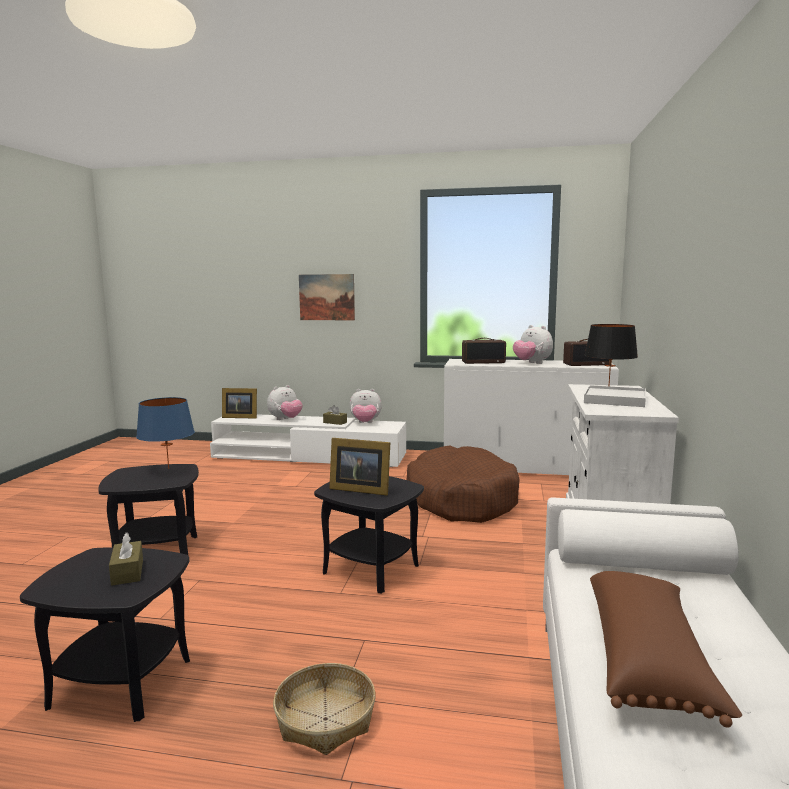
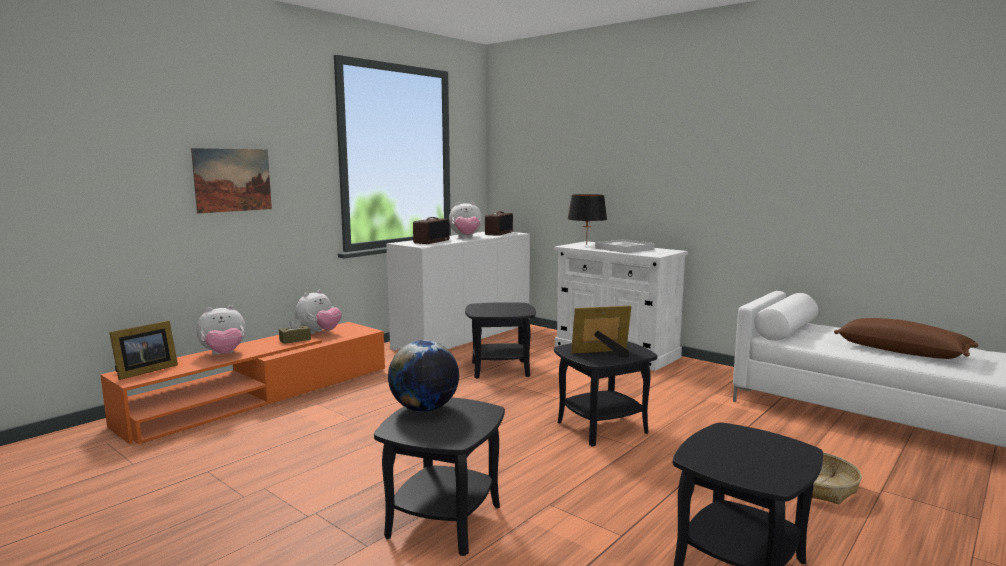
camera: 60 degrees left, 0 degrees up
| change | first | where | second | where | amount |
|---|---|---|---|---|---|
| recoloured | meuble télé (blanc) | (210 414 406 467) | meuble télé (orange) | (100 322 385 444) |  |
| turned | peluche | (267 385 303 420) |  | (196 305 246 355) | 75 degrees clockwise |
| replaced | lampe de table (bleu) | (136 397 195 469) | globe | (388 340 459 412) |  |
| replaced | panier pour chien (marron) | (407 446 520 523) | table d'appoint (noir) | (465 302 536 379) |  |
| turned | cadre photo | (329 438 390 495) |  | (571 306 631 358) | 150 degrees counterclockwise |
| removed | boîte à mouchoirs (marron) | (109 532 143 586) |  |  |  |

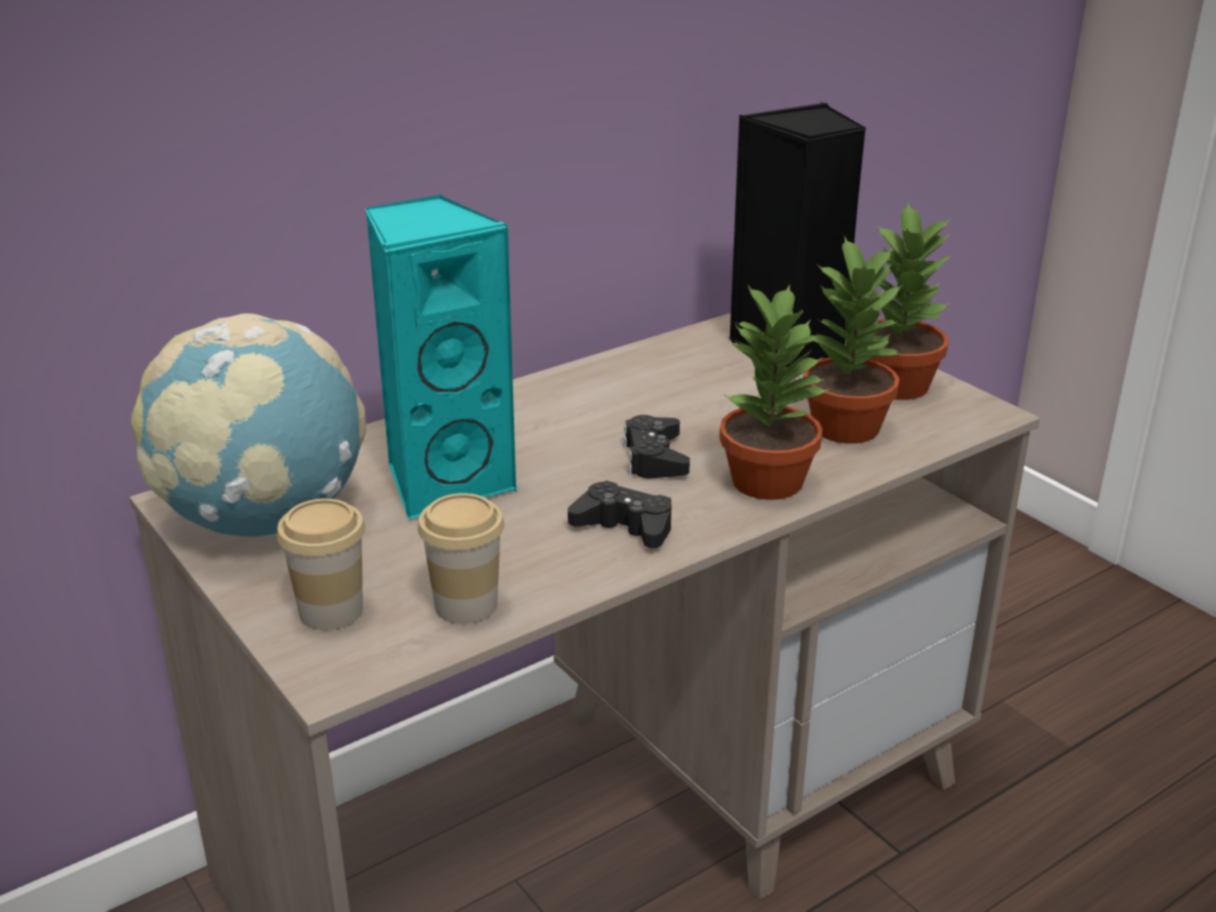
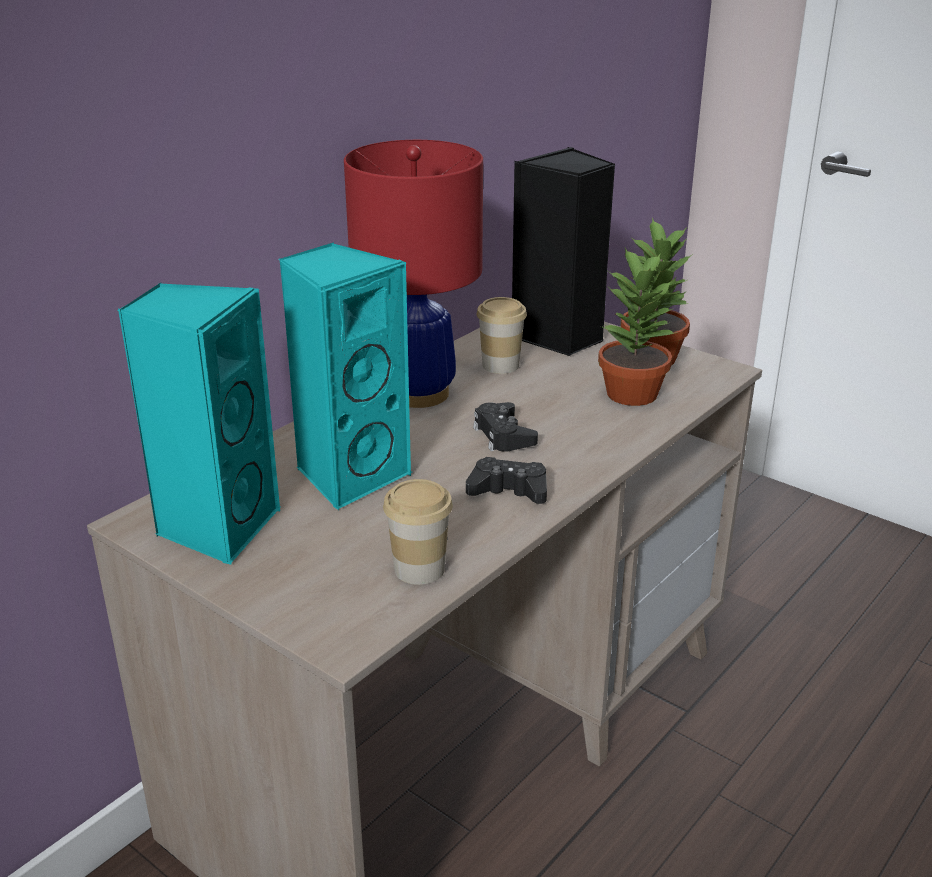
camera: 15 degrees left, 0 degrees up
| change | first | where | second | where | amount |
|---|---|---|---|---|---|
| replaced | globe | (131 313 366 537) | enceinte (turquoise) | (117 283 280 565) |  |
| added |  |  | lampe de table (rouge) | (344 140 483 408) |  |
| moved | tasse | (277 498 365 630) |  | (477 297 527 374) |  |
| removed | plante en pot | (719 284 830 500) |  |  |  |

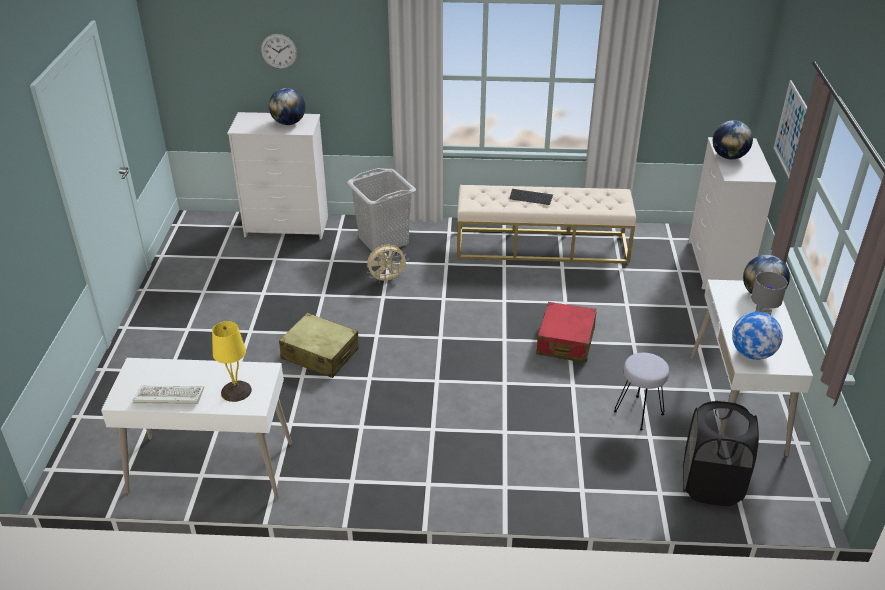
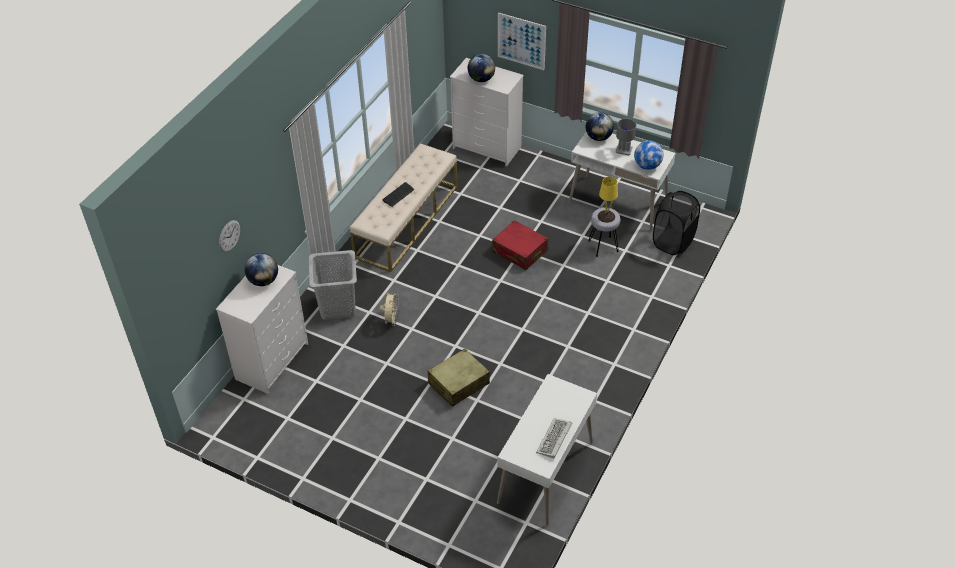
camera: 65 degrees left, 10 degrees up
| change | first | where | second | where | amount |
|---|---|---|---|---|---|
| moved | lampe de table (jaune) | (212 321 252 402) |  | (598 177 618 223) |  |

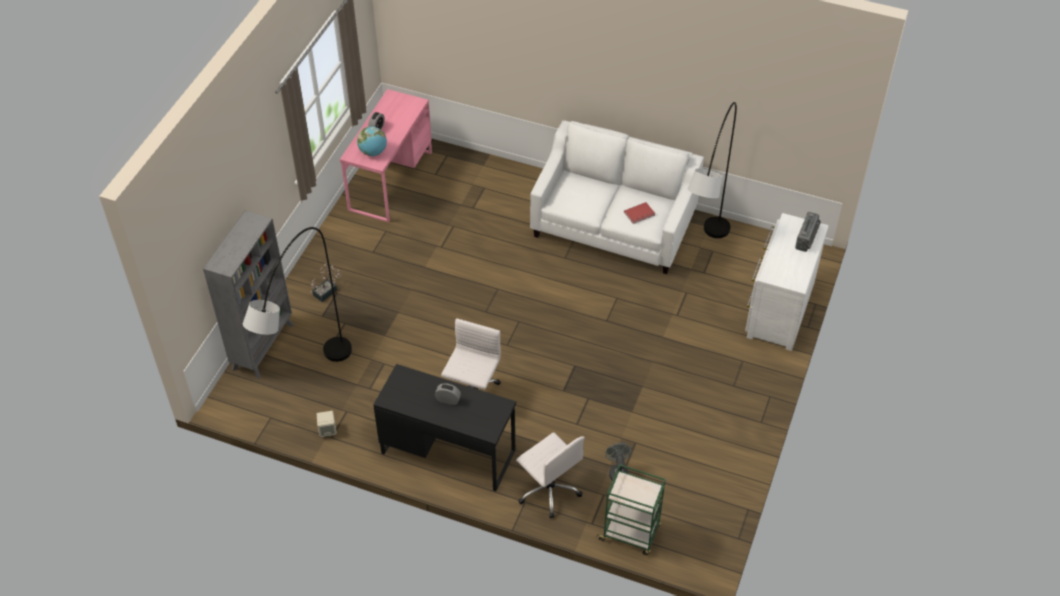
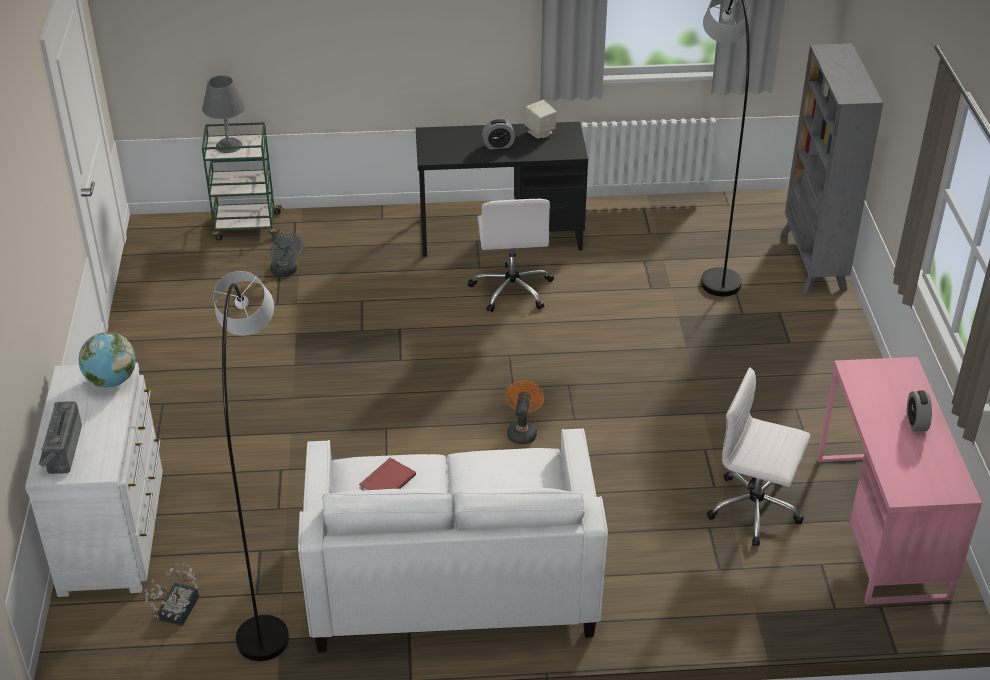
camera: 155 degrees right, 10 degrees down
| change | first | where | second | where | amount |
|---|---|---|---|---|---|
| moved | globe | (357 126 387 156) |  | (78 332 136 388) |  |
| moved | plante en pot | (310 263 341 302) |  | (144 564 199 626) |  |
| added |  |  | lampe de table (gris) | (202 75 245 153) |  |
| added |  |  | ventilateur (orange) | (505 380 544 444) |  |
| moved | enceinte (beige) | (317 411 337 437) |  | (524 100 557 139) |  |
| moved | chaise de bureau (blanc) | (516 432 585 518) |  | (707 367 810 547) |  |

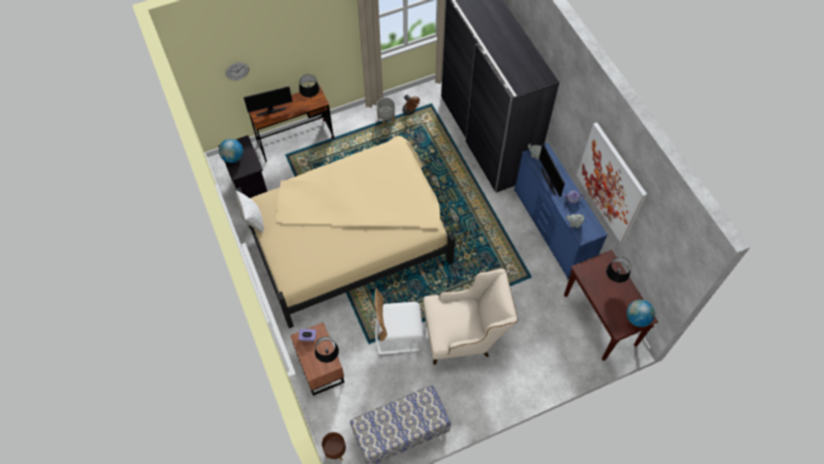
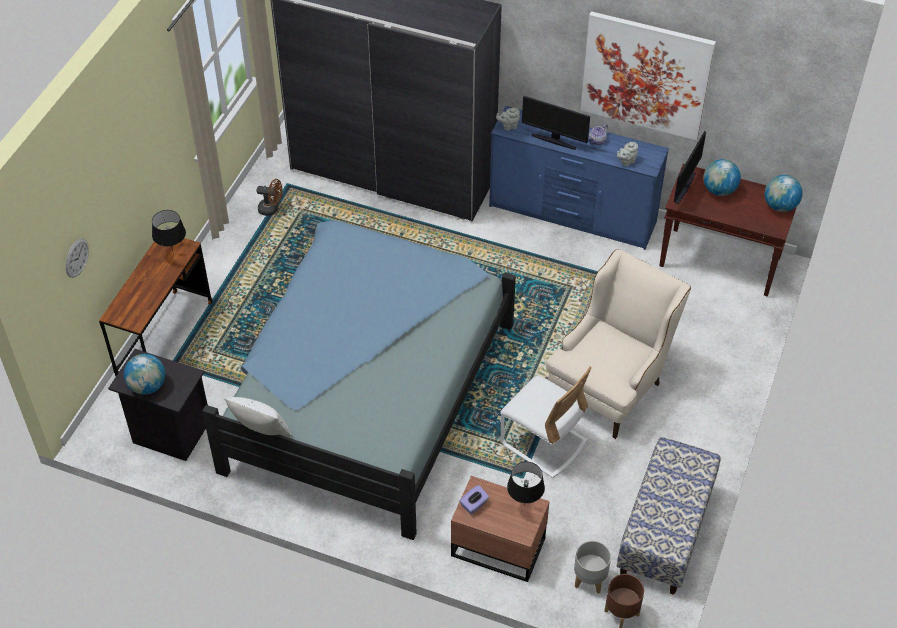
camera: 45 degrees left, 10 degrees down
| change | first | where | second | where | amount |
|---|---|---|---|---|---|
| recoloured | lit (beige) | (236 136 455 328) | lit (bleu) | (202 220 516 540) |  |
| turned | chaise (blanc) | (375 288 424 355) |  | (500 367 592 478) | 90 degrees counterclockwise |
| moved | cache-pot (gris) | (377 97 395 126) |  | (574 541 611 594) |  |
| moved | écran d'ordinateur | (244 86 293 116) |  | (674 131 706 204) |  |
| replaced | lampe de table (noir) | (606 257 631 283) | globe | (703 159 741 196) |  |

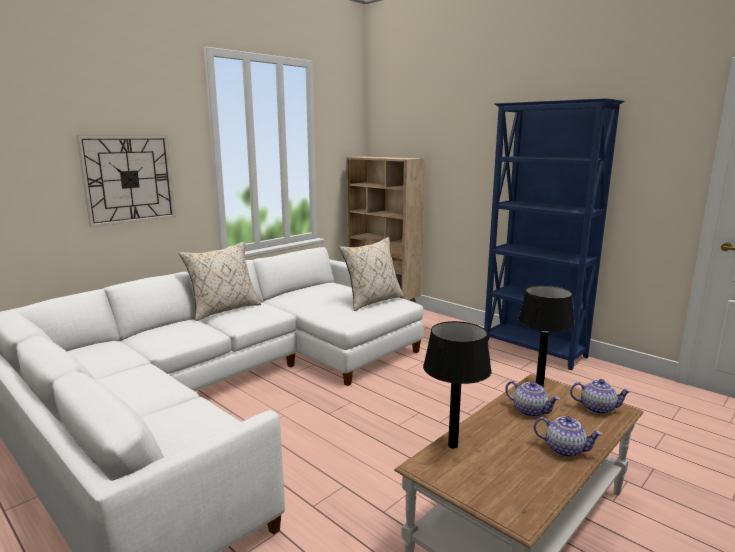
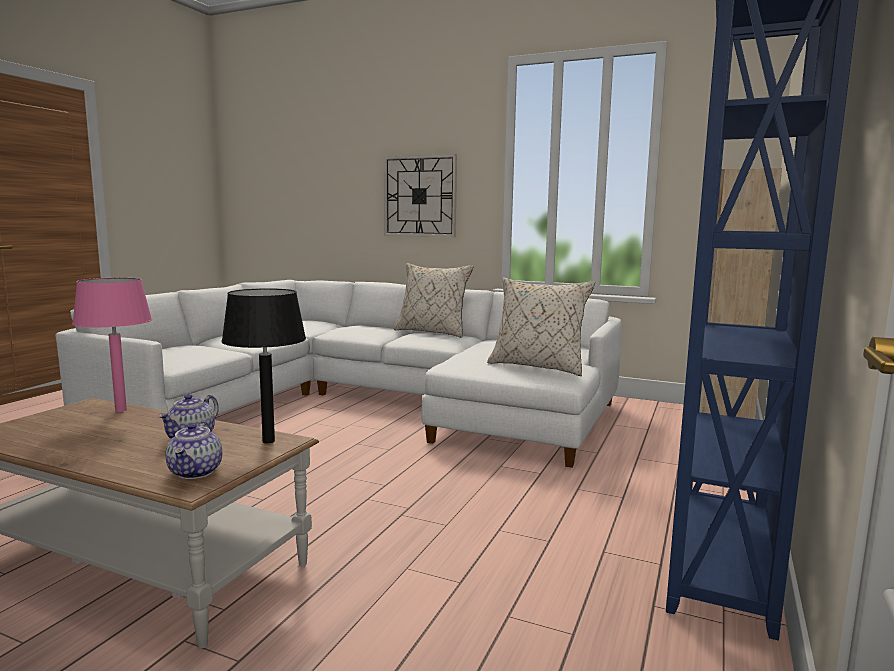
camera: 70 degrees right, 5 degrees down
| change | first | where | second | where | amount |
|---|---|---|---|---|---|
| recoloured | lampe de table (noir) | (423 321 492 449) | lampe de table (rose) | (72 278 152 412) |  |
| removed | théière | (534 416 603 457) |  |  |  |

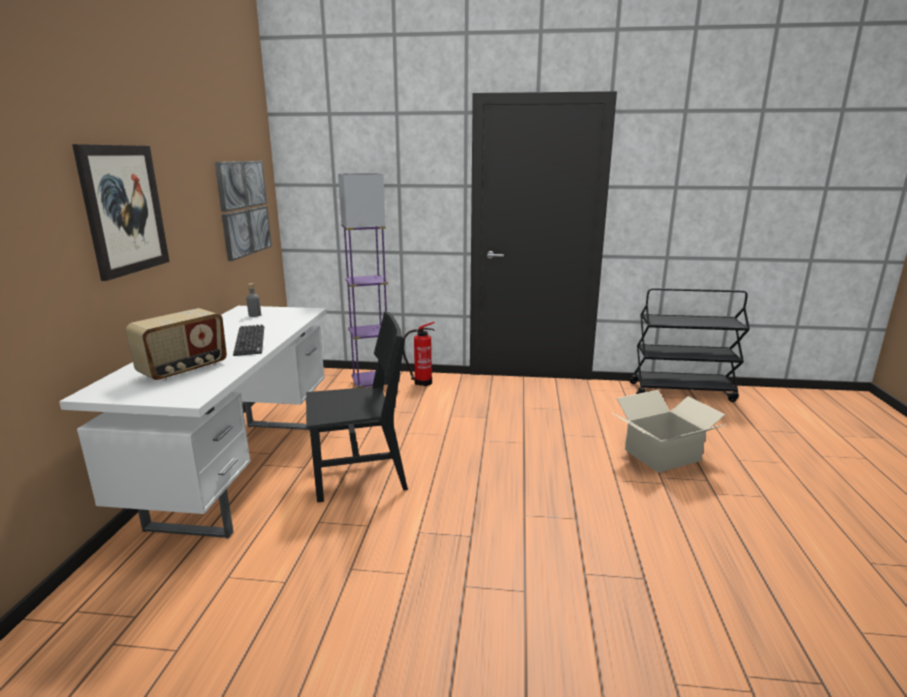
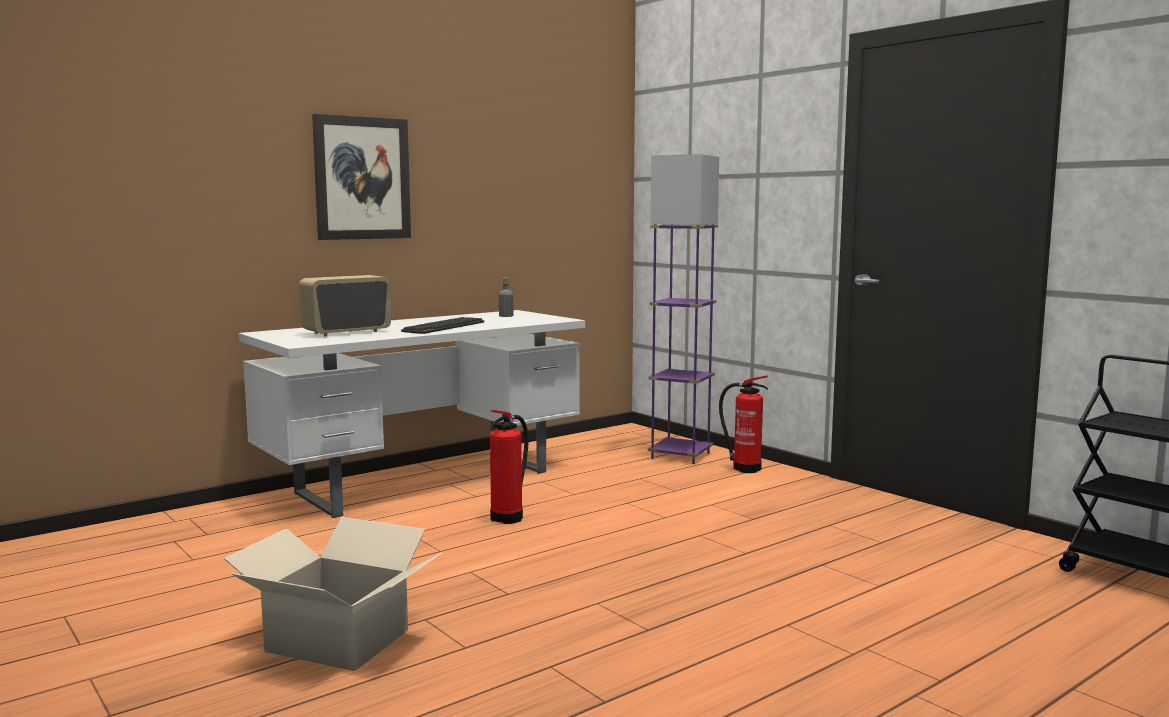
camera: 45 degrees right, 10 degrees down
| change | first | where | second | where | amount |
|---|---|---|---|---|---|
| moved | carton | (612 390 726 473) |  | (223 517 442 671) |  |
| turned | radio | (125 308 227 381) |  | (299 275 391 336) | 150 degrees clockwise |
| replaced | chaise (noir) | (306 311 408 503) | extincteur | (490 410 528 524) |  |
| removed | tableau | (215 161 272 261) |  |  |  |

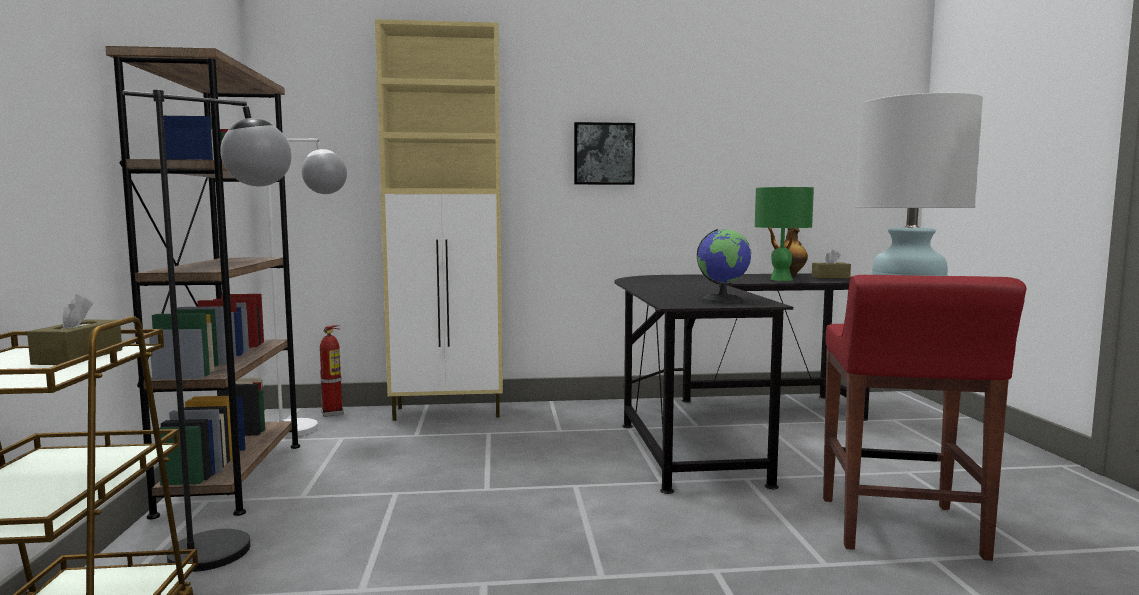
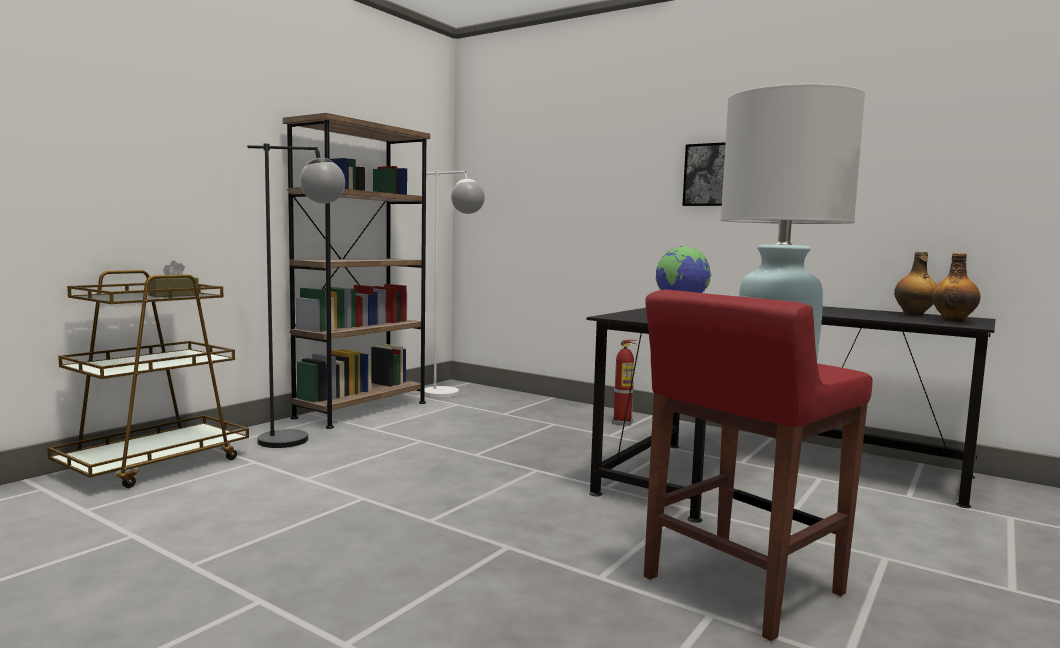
camera: 40 degrees right, 0 degrees up
| change | first | where | second | where | amount |
|---|---|---|---|---|---|
| moved | extincteur | (320 325 344 417) |  | (612 340 637 426) |  |
| replaced | boîte à mouchoirs (marron) | (812 250 851 278) | bouteille | (932 253 981 322) |  |
| removed | meuble de rangement (beige) | (375 19 503 421) |  |  |  |
| removed | lampe de table (vert) | (755 187 814 281) |  |  |  |

